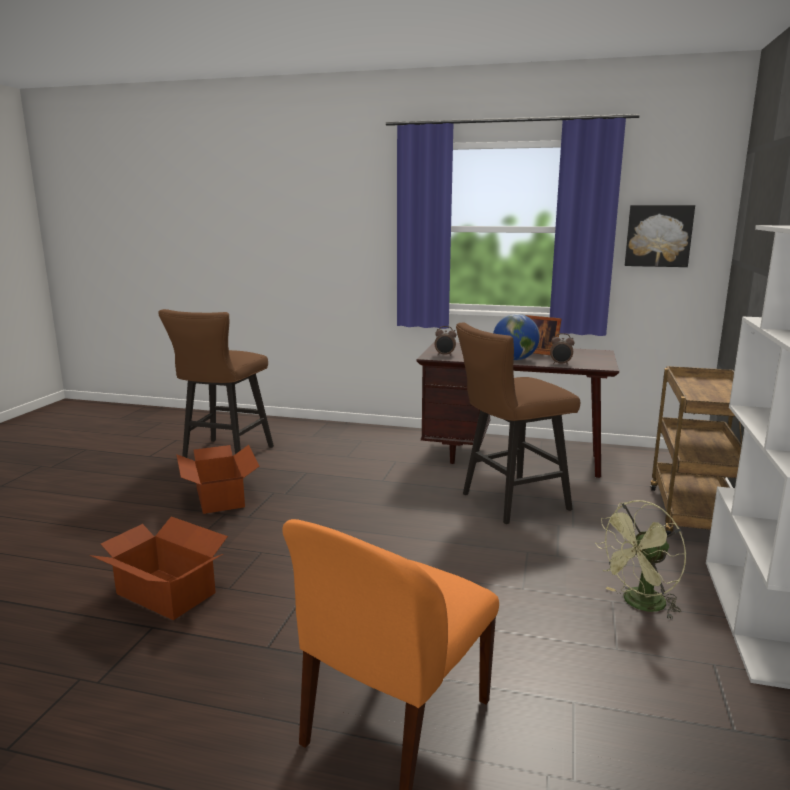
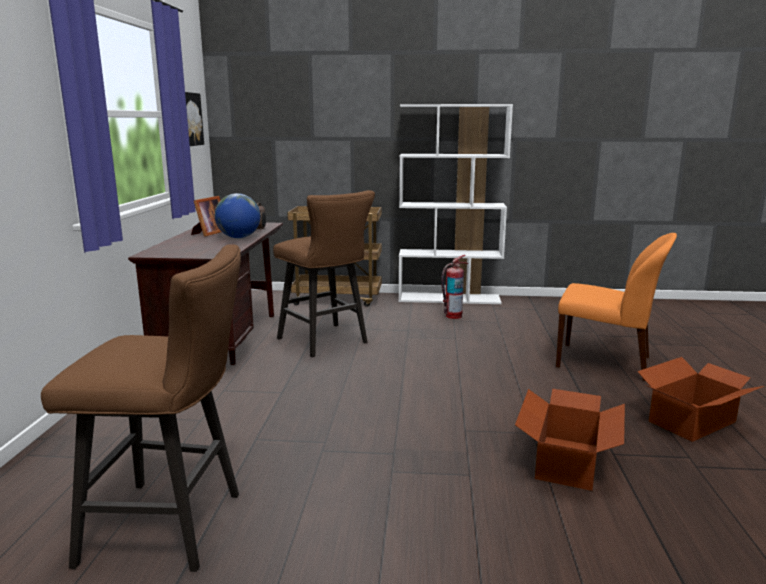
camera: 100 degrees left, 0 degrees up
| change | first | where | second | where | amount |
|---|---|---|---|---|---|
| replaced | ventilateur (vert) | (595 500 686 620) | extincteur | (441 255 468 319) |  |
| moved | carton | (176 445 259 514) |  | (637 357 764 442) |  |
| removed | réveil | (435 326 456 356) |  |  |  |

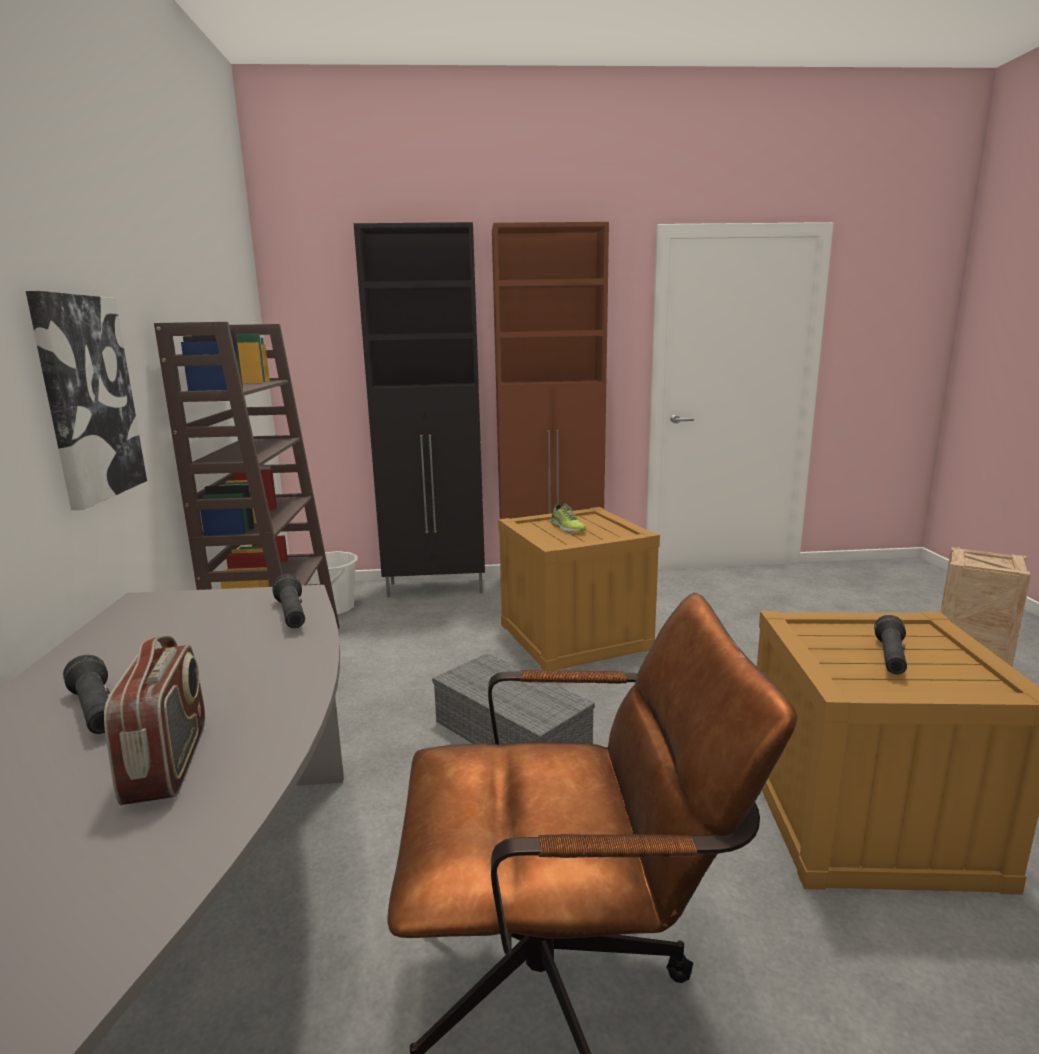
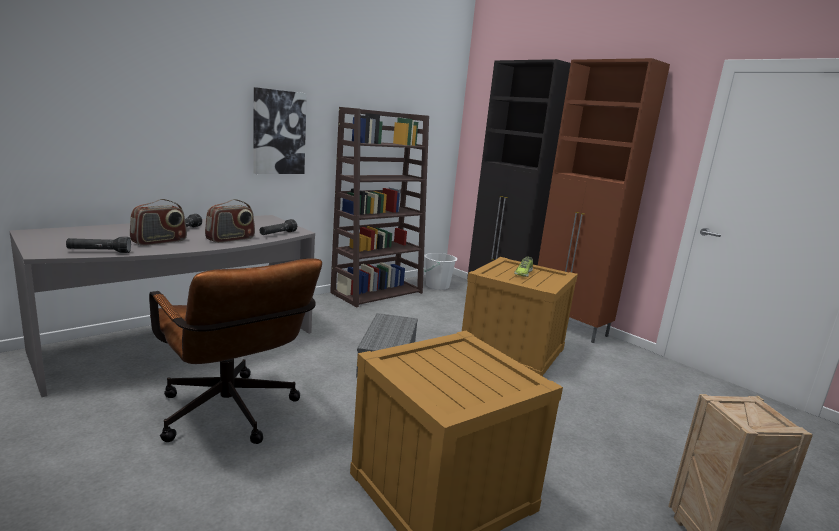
camera: 50 degrees right, 0 degrees up
| change | first | where | second | where | amount |
|---|---|---|---|---|---|
| moved | lampe de poche (noir) | (874 615 907 674) |  | (66 237 131 253) |  |
| added |  |  | radio | (205 199 255 243) |  |

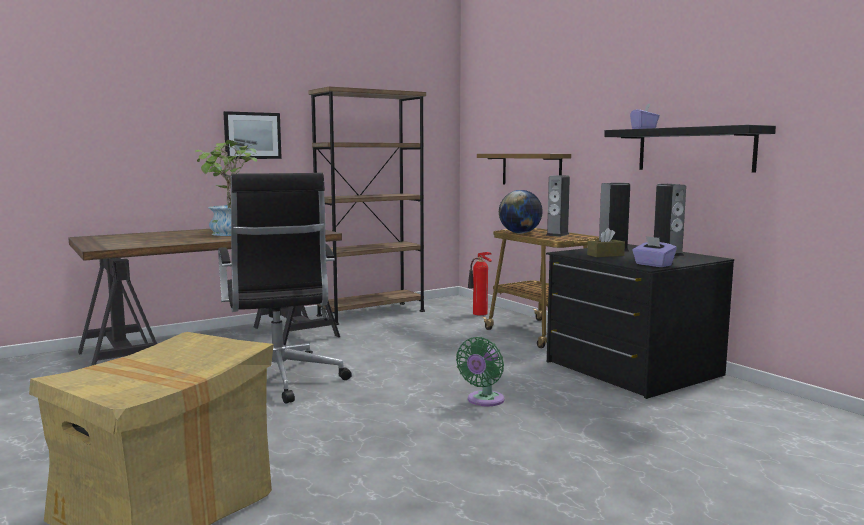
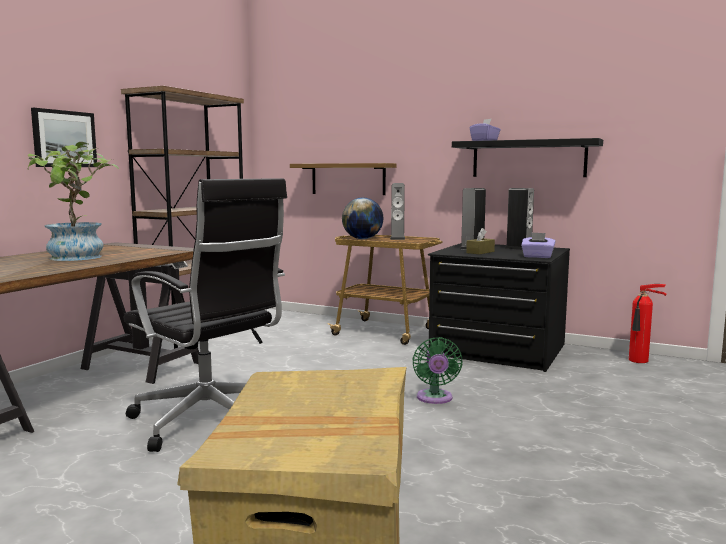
camera: 30 degrees left, 0 degrees up
| change | first | where | second | where | amount |
|---|---|---|---|---|---|
| moved | extincteur | (468 252 492 316) |  | (629 284 667 363) |  |

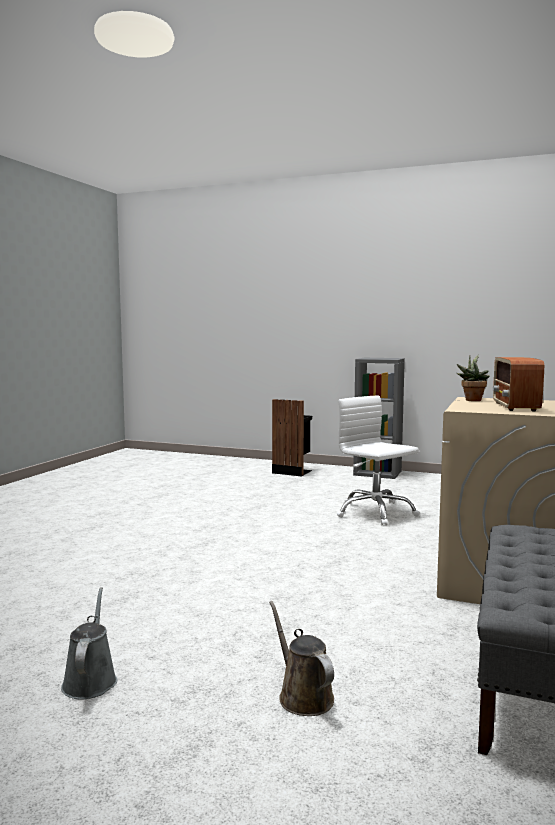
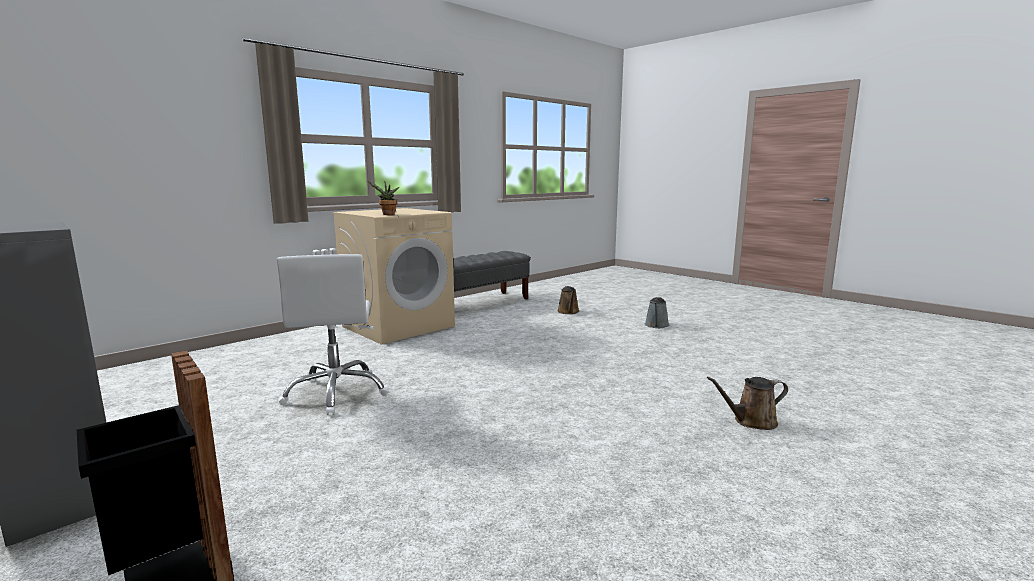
camera: 155 degrees left, 5 degrees up
| change | first | where | second | where | amount |
|---|---|---|---|---|---|
| added |  |  | arrosoir (marron) | (707 377 788 430) |  |
| removed | radio | (493 357 544 412) |  |  |  |

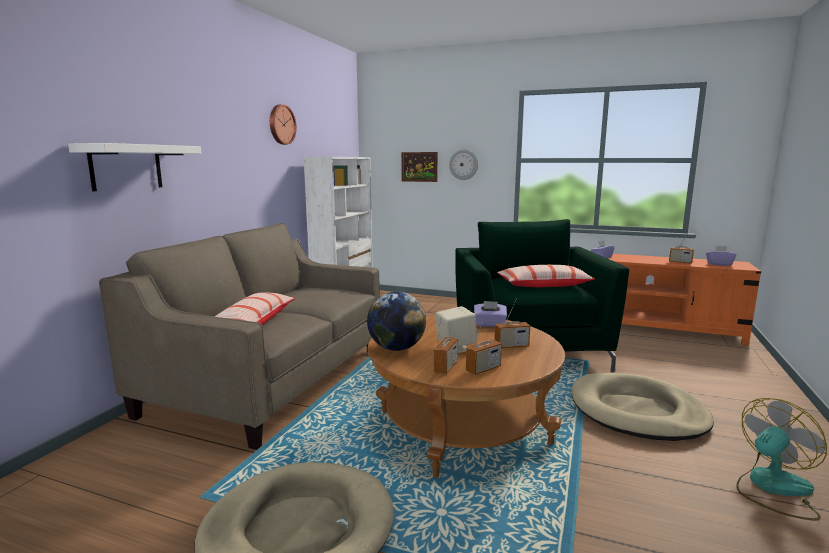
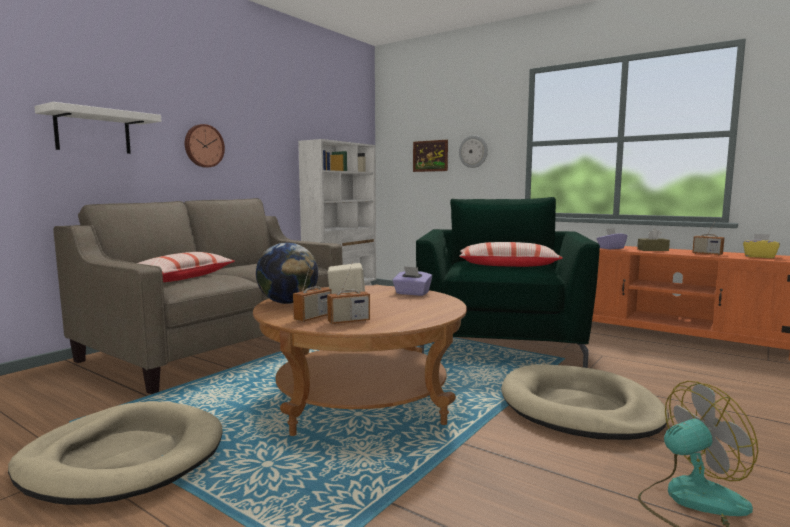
camera: 15 degrees right, 5 degrees down
| change | first | where | second | where | amount |
|---|---|---|---|---|---|
| moved | horloge murale | (270 104 297 145) |  | (185 124 225 168) |  |
| added |  |  | boîte à mouchoirs (marron) | (637 229 670 251) |  |
| recoloured | boîte à mouchoirs (violet) | (706 246 736 266) | boîte à mouchoirs (jaune) | (743 234 780 258) |  |
| removed | radio | (494 298 530 348) |  |  |  |

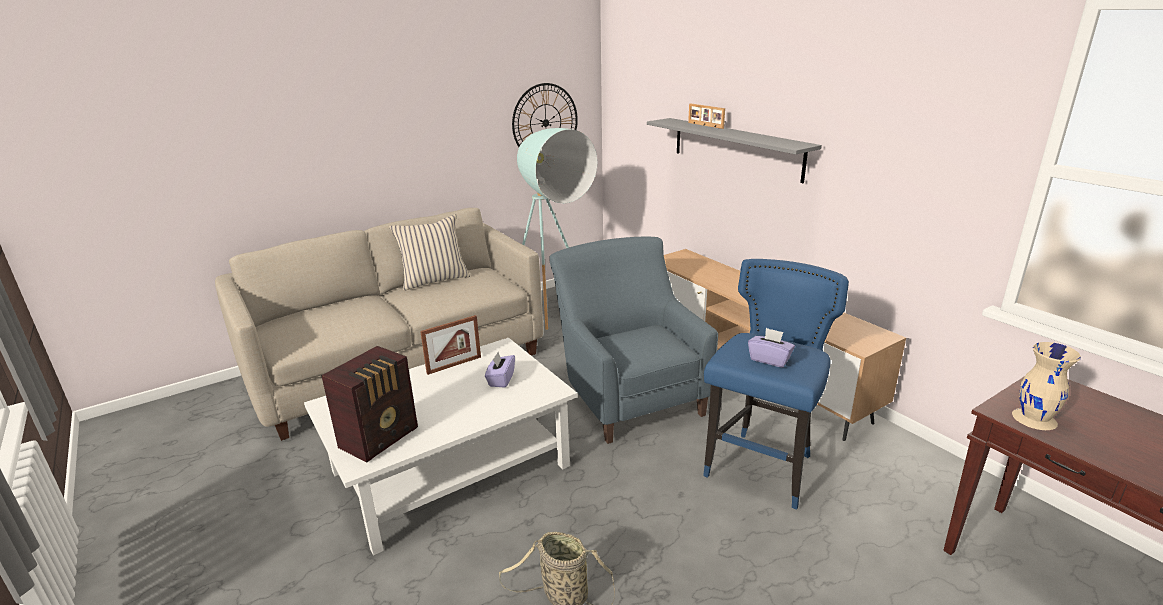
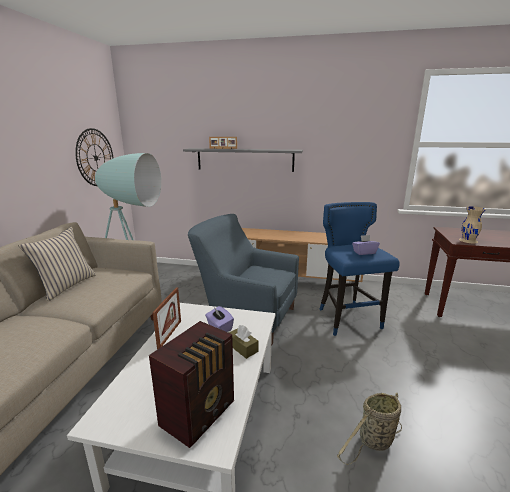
camera: 45 degrees left, 5 degrees down
| change | first | where | second | where | amount |
|---|---|---|---|---|---|
| turned | radio | (322 346 418 463) |  | (149 321 234 448) | 45 degrees clockwise |
| added |  |  | boîte à mouchoirs (marron) | (229 325 259 359) |  |

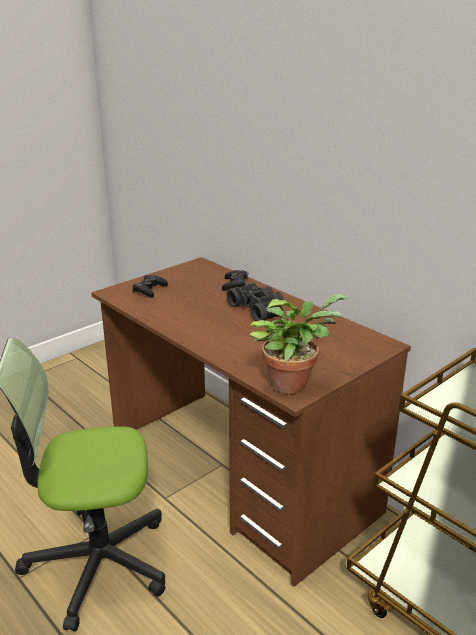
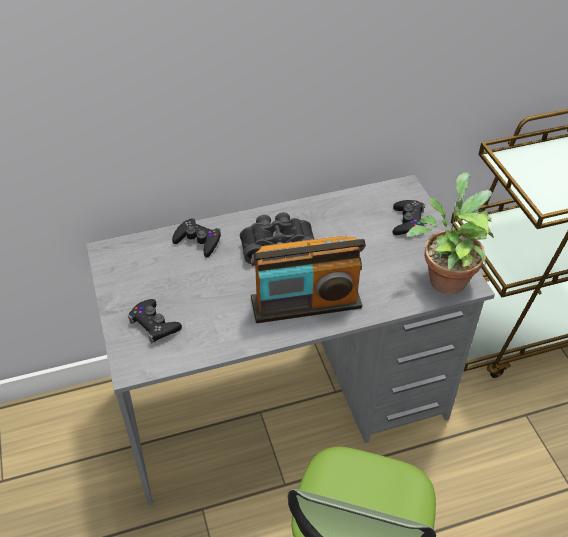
camera: 65 degrees left, 20 degrees up
| change | first | where | second | where | amount |
|---|---|---|---|---|---|
| recoloured | bureau (marron) | (91 257 411 587) | bureau (gris) | (86 175 495 506) |  |
| added |  |  | radio | (251 235 366 323) |  |
| added |  |  | manette (noir) | (393 200 426 235) |  |

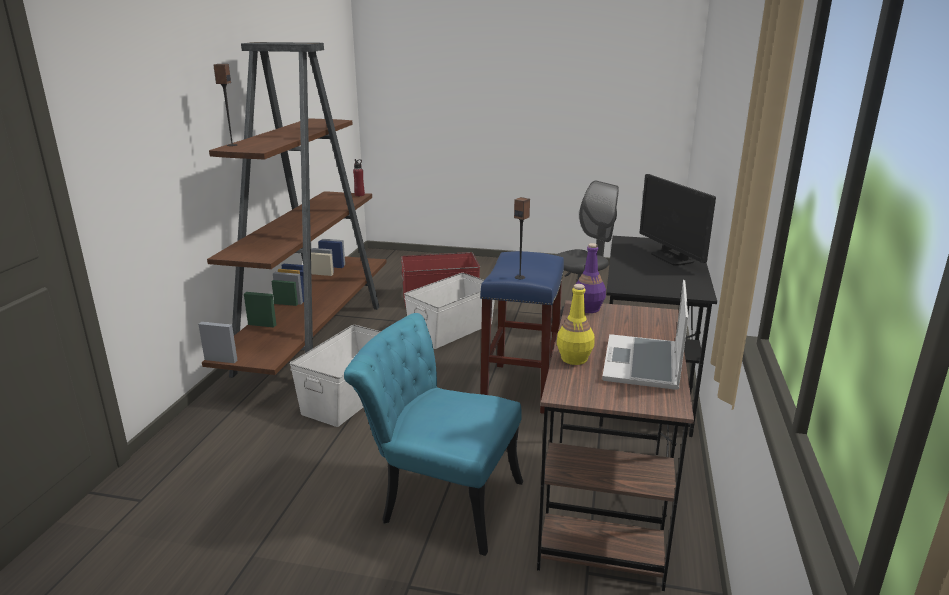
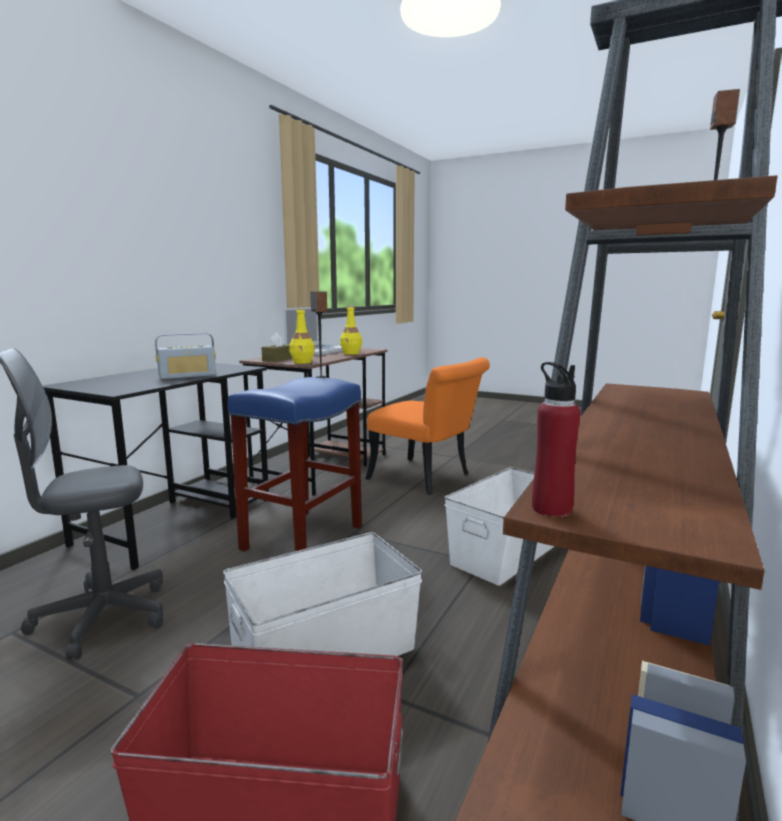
camera: 165 degrees left, 10 degrees down
| change | first | where | second | where | amount |
|---|---|---|---|---|---|
| added |  |  | radio | (155 333 216 379) |  |
| added |  |  | boîte à mouchoirs (marron) | (261 332 292 362) |  |
| recoloured | bouteille (violet) | (576 243 606 313) | bouteille (jaune) | (289 308 315 364) |  |
| recoloured | chaise (turquoise) | (344 313 523 556) | chaise (orange) | (365 357 490 495) |  |
| removed | écran d'ordinateur | (640 174 716 266) |  |  |  |

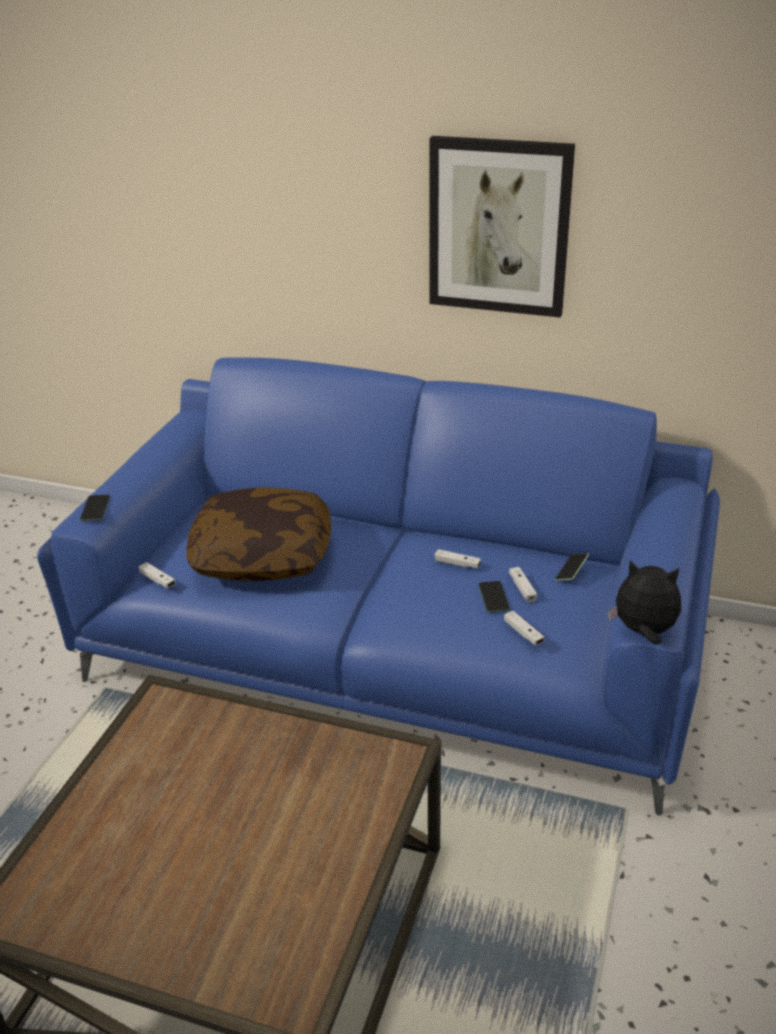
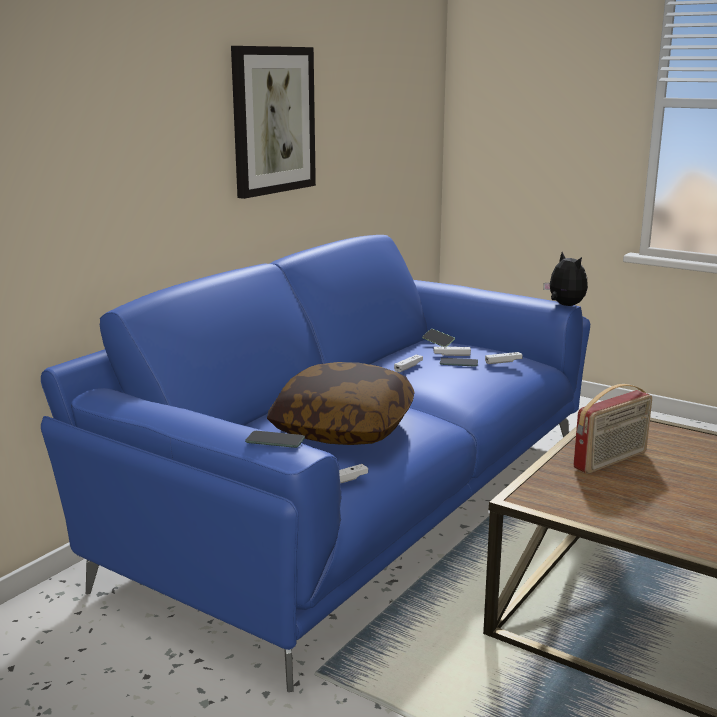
camera: 75 degrees left, 15 degrees down
| change | first | where | second | where | amount |
|---|---|---|---|---|---|
| turned | peluche | (608 560 681 644) |  | (543 252 588 306) | 120 degrees clockwise |
| added |  |  | radio | (574 384 652 474) |  |

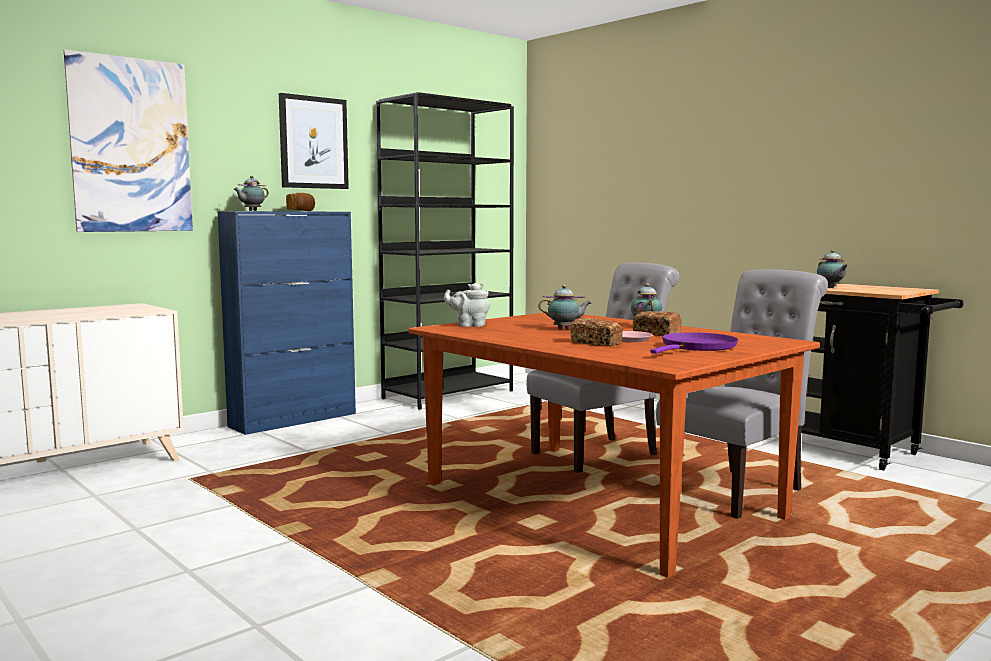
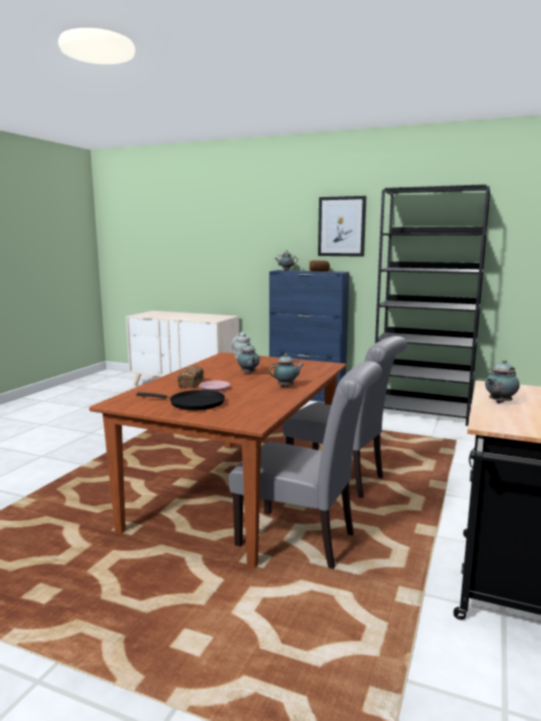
camera: 65 degrees right, 5 degrees up
| change | first | where | second | where | amount |
|---|---|---|---|---|---|
| recoloured | poêle (violet) | (650 332 738 354) | poêle (noir) | (136 390 225 410) |  |
| removed | tableau | (64 50 193 232) |  |  |  |
| removed | pain | (633 311 682 336) |  |  |  |

